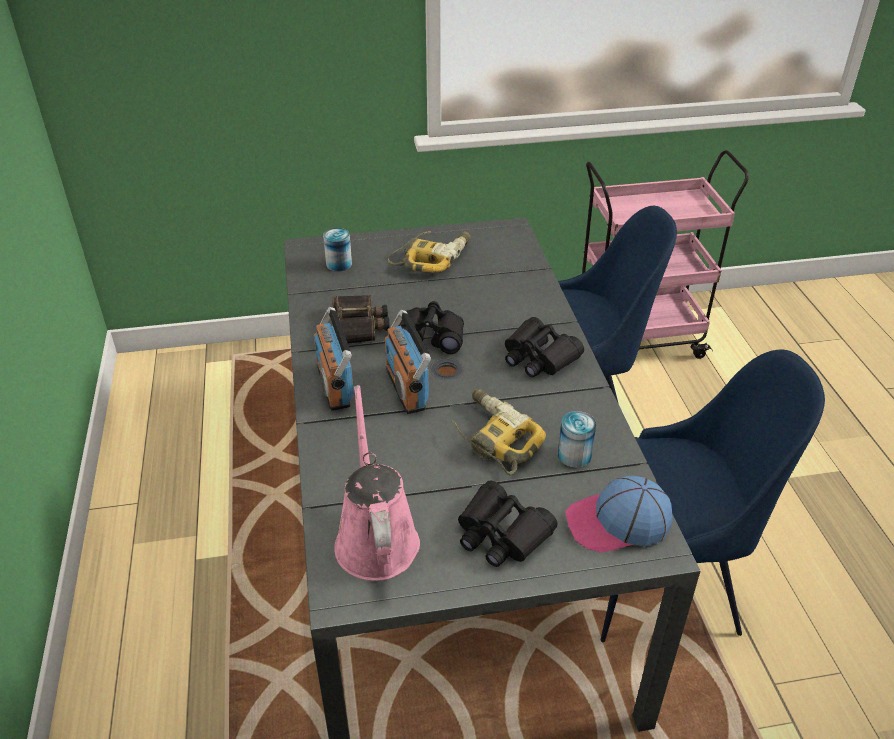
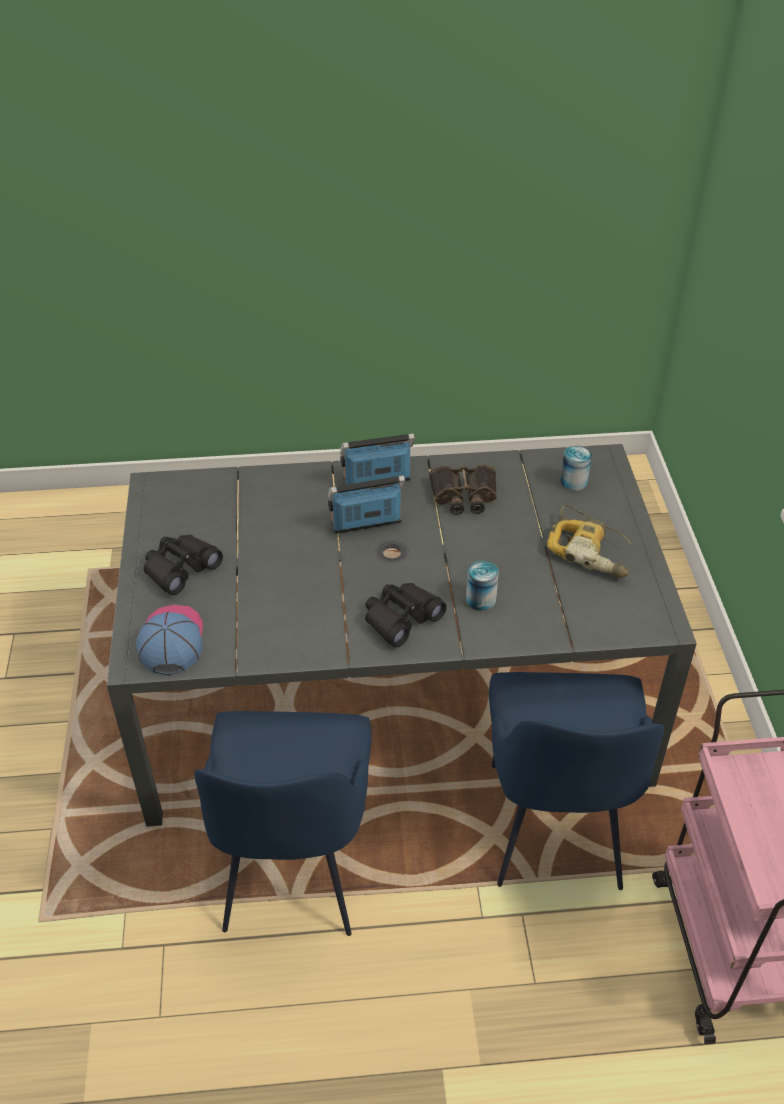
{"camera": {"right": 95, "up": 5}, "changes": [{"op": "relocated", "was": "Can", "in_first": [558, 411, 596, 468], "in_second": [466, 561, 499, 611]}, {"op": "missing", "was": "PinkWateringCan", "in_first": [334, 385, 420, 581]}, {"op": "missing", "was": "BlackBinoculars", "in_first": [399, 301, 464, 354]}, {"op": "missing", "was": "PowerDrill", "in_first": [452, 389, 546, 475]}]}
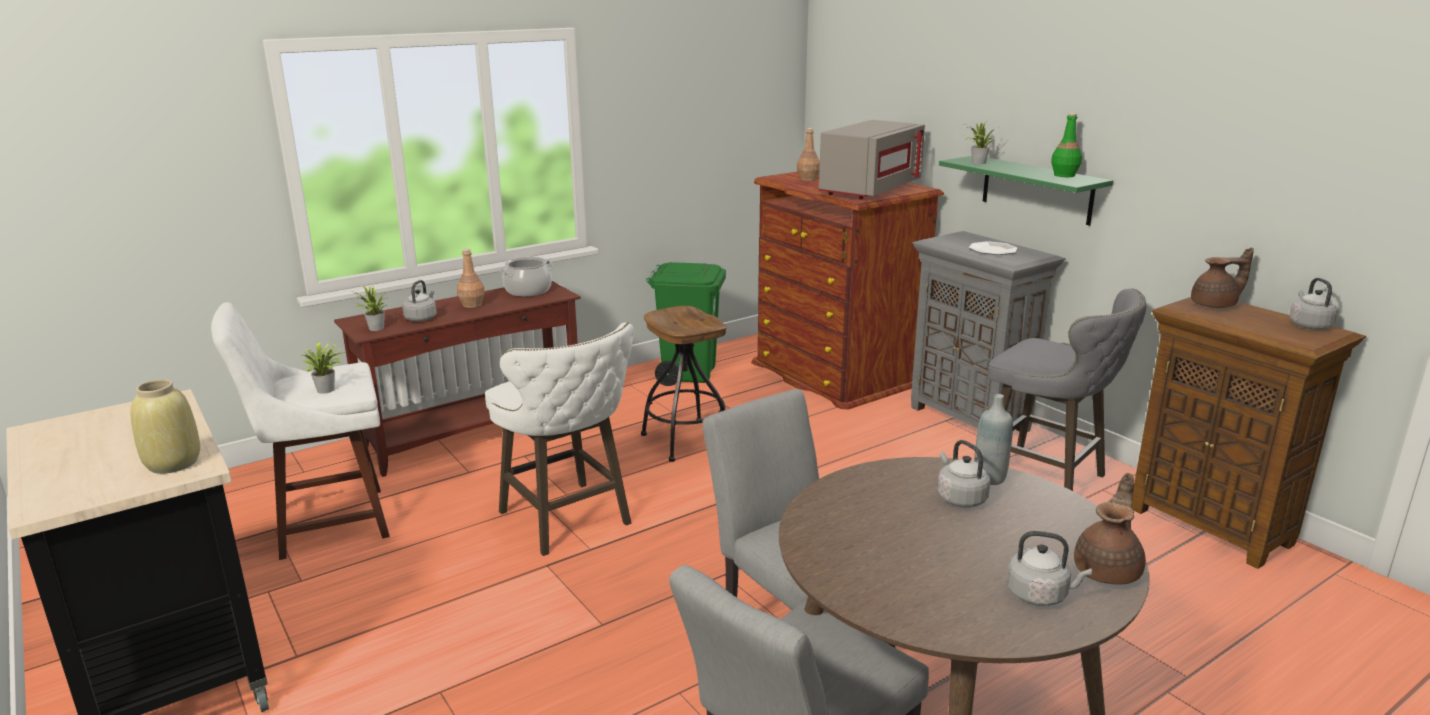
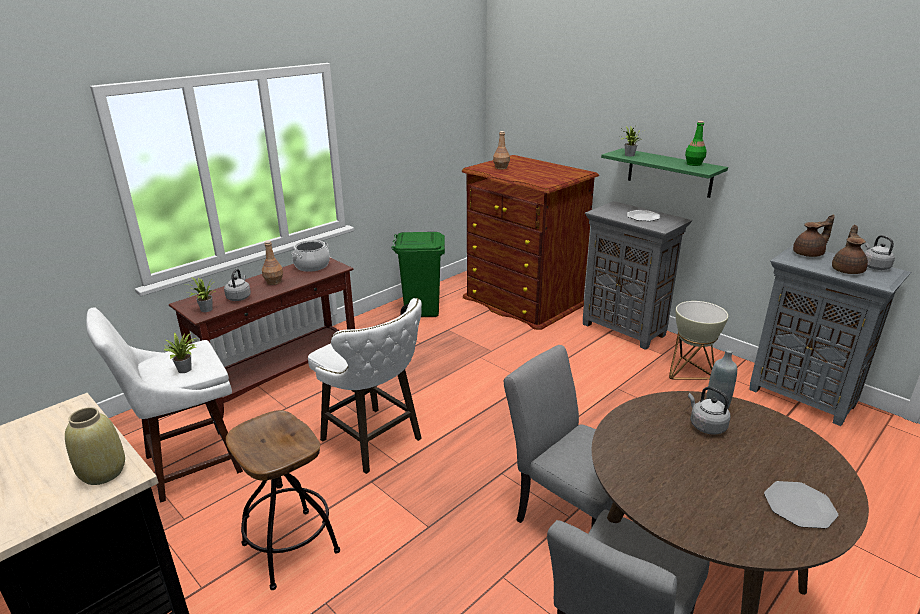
{"camera": {"right": -10, "up": 5}, "changes": [{"op": "relocated", "was": "BrownStool", "in_first": [641, 306, 727, 462], "in_second": [226, 410, 340, 590]}, {"op": "exchanged", "was": "GreyStool", "now": "Planter", "in_first": [988, 289, 1146, 491], "in_second": [669, 301, 728, 380]}, {"op": "colour", "was": "BrownCabinet", "now": "GreyCabinet", "in_first": [1132, 297, 1366, 569], "in_second": [749, 244, 911, 426]}, {"op": "exchanged", "was": "GreyKettle", "now": "Plate", "in_first": [1006, 531, 1092, 606], "in_second": [764, 481, 838, 529]}, {"op": "relocated", "was": "BrownTeapot", "in_first": [1074, 473, 1146, 585], "in_second": [832, 225, 868, 274]}, {"op": "missing", "was": "GreyMicrowave", "in_first": [819, 120, 925, 200]}]}
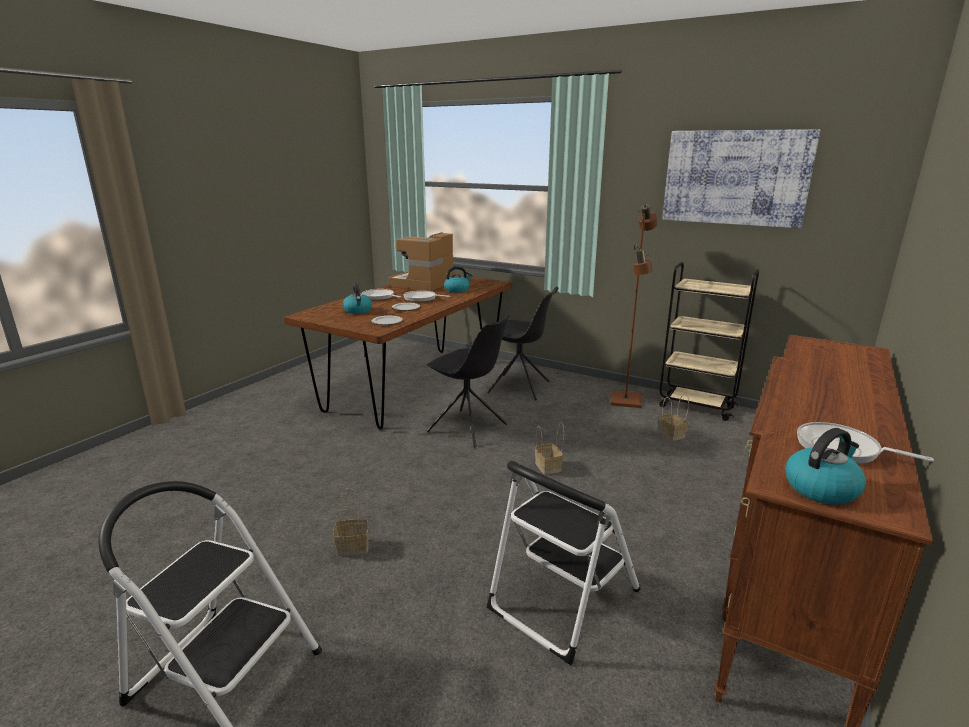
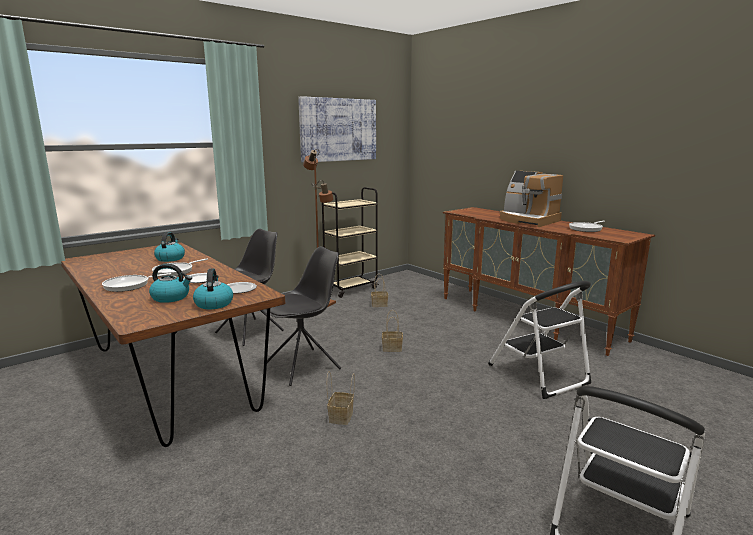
{"camera": {"right": -70, "up": -5}, "changes": [{"op": "relocated", "was": "Kettle", "in_first": [785, 428, 866, 505], "in_second": [193, 268, 233, 309]}, {"op": "relocated", "was": "Basket", "in_first": [333, 488, 369, 556], "in_second": [327, 371, 355, 425]}, {"op": "relocated", "was": "CoffeeMachine", "in_first": [387, 232, 456, 291], "in_second": [499, 171, 563, 227]}]}
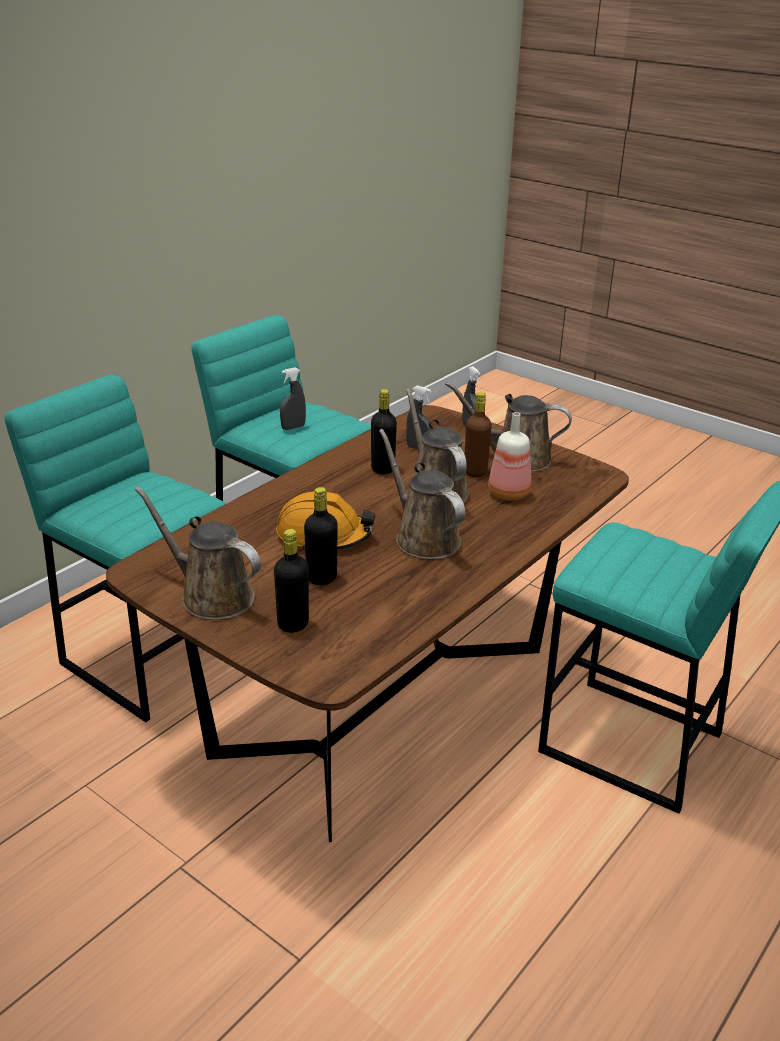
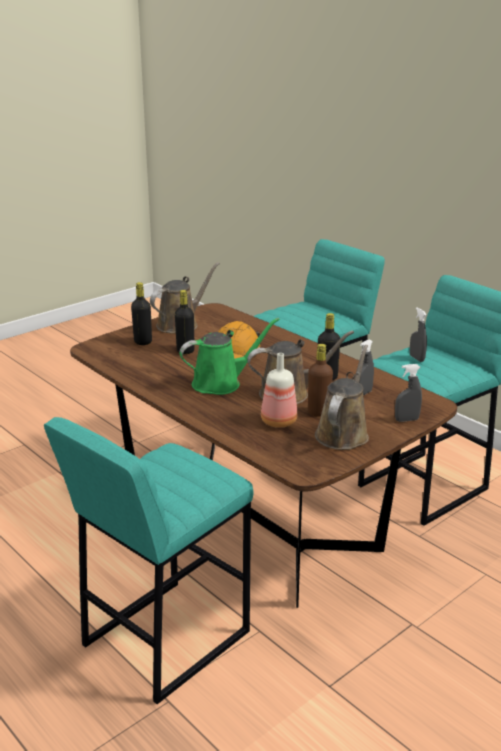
{"camera": {"right": 100, "up": -5}, "changes": [{"op": "colour", "was": "BrownWateringCan", "now": "GreenWateringCan", "in_first": [379, 429, 465, 559], "in_second": [180, 318, 280, 395]}]}
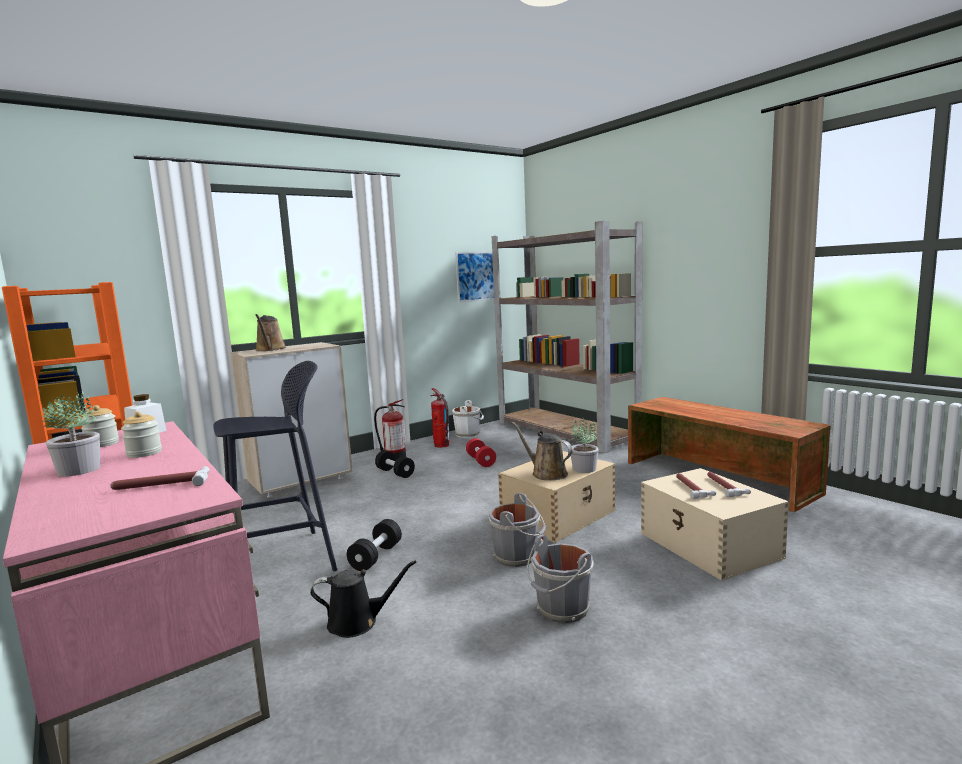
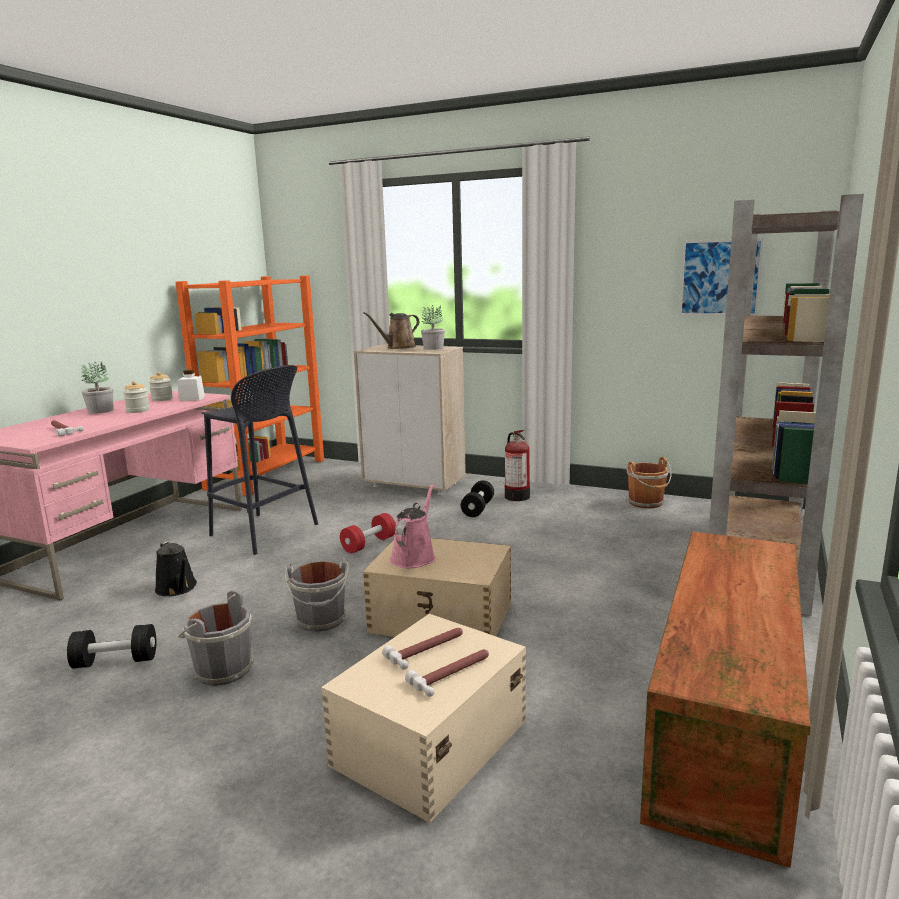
{"camera": {"right": 60, "up": 5}, "changes": [{"op": "relocated", "was": "BlackDumbbell", "in_first": [347, 519, 402, 571], "in_second": [67, 624, 156, 669]}, {"op": "relocated", "was": "RedDumbbell", "in_first": [466, 438, 496, 467], "in_second": [340, 513, 396, 553]}, {"op": "colour", "was": "BrownWateringCan", "now": "PinkWateringCan", "in_first": [512, 422, 573, 480], "in_second": [390, 483, 436, 568]}, {"op": "relocated", "was": "PottedPlant", "in_first": [571, 418, 599, 473], "in_second": [421, 305, 445, 350]}, {"op": "colour", "was": "WhiteBucket", "now": "BrownBucket", "in_first": [452, 400, 484, 438], "in_second": [627, 457, 671, 508]}, {"op": "missing", "was": "FireExtinguisher", "in_first": [431, 388, 449, 448]}]}
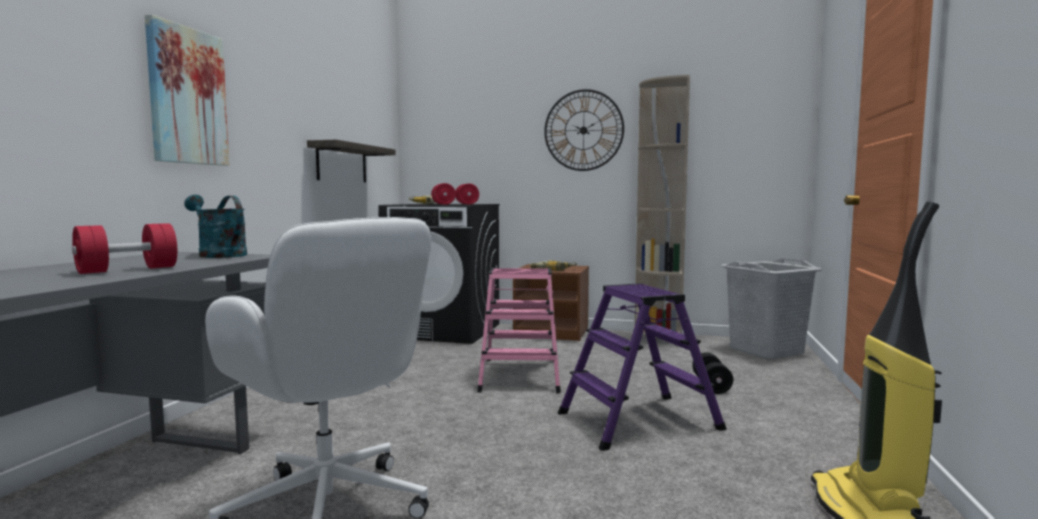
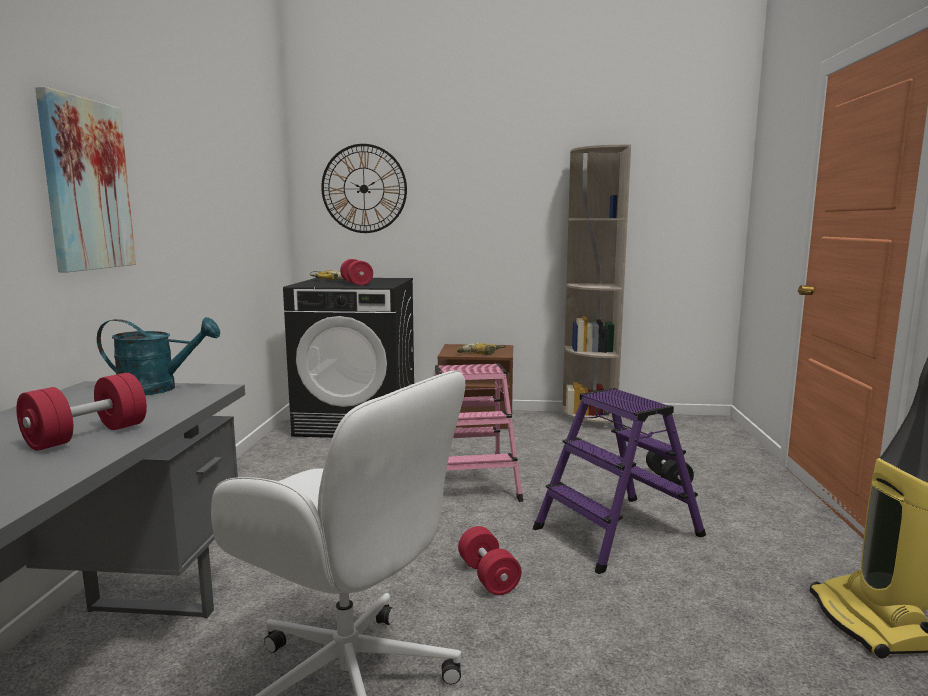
{"camera": {"right": -10, "up": 5}, "changes": [{"op": "spun", "was": "TurquoiseWateringCan", "in_first": [184, 194, 247, 258], "in_second": [97, 317, 220, 395], "clockwise": 150}, {"op": "relocated", "was": "WallClock", "in_first": [544, 89, 624, 171], "in_second": [321, 144, 407, 233]}, {"op": "relocated", "was": "RedDumbbell", "in_first": [455, 184, 479, 205], "in_second": [458, 526, 521, 595]}, {"op": "missing", "was": "Shelf", "in_first": [307, 140, 396, 182]}, {"op": "missing", "was": "GreyLaundryBasket", "in_first": [721, 258, 822, 360]}]}
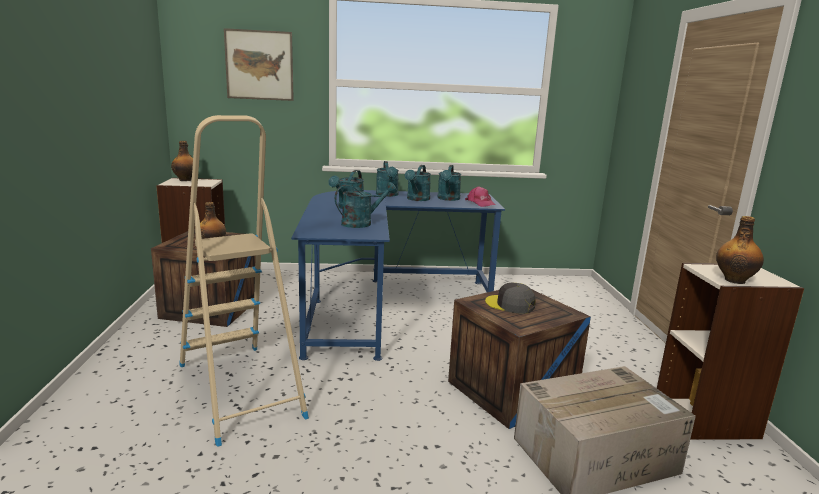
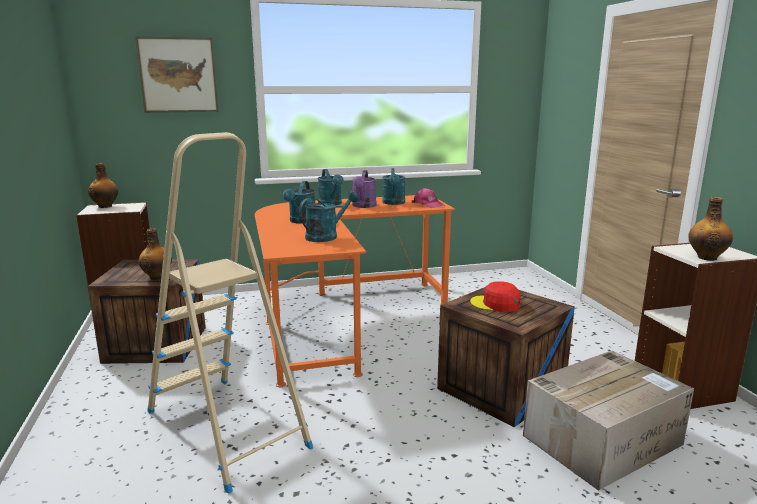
{"camera": {"right": -10, "up": 0}, "changes": [{"op": "colour", "was": "BlueDesk", "now": "OrangeDesk", "in_first": [291, 190, 505, 361], "in_second": [255, 195, 455, 387]}, {"op": "colour", "was": "TurquoiseWateringCan", "now": "PurpleWateringCan", "in_first": [405, 165, 431, 201], "in_second": [352, 170, 377, 208]}, {"op": "colour", "was": "GreyCap", "now": "RedCap", "in_first": [485, 282, 536, 314], "in_second": [470, 281, 521, 312]}]}
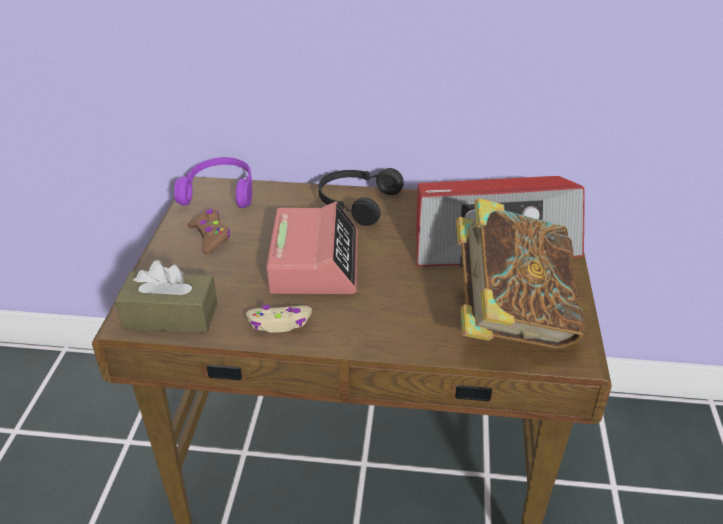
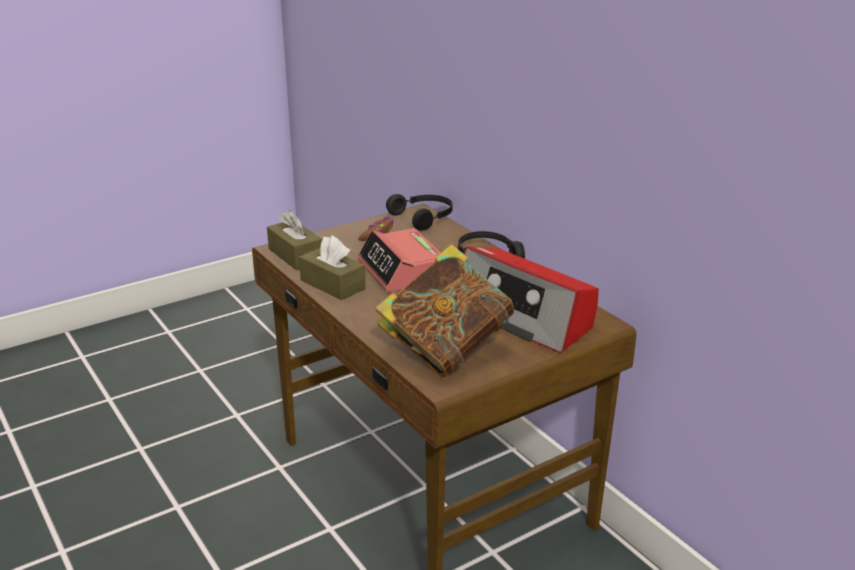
{"camera": {"right": 50, "up": -10}, "changes": [{"op": "exchanged", "was": "BeigeGameController", "now": "BrownTissueBox", "in_first": [246, 305, 312, 333], "in_second": [299, 236, 366, 300]}, {"op": "spun", "was": "AlarmClock", "in_first": [266, 201, 358, 294], "in_second": [357, 228, 441, 292], "clockwise": 105}, {"op": "colour", "was": "PurpleHeadphones", "now": "BlackHeadphones", "in_first": [174, 157, 252, 208], "in_second": [386, 194, 453, 231]}]}
